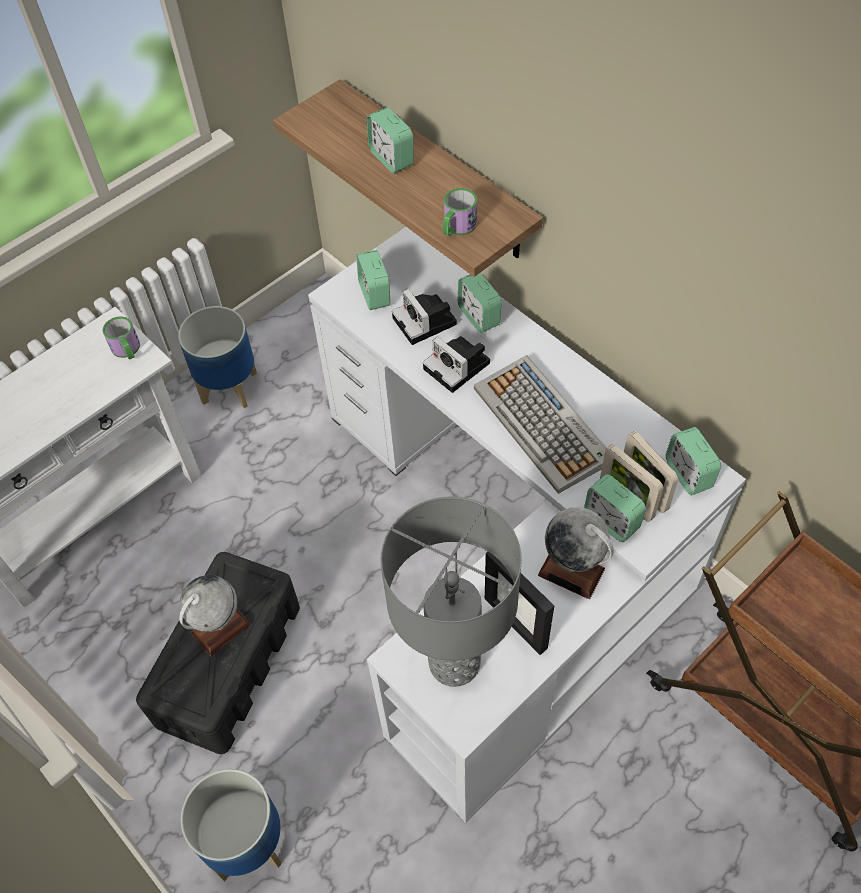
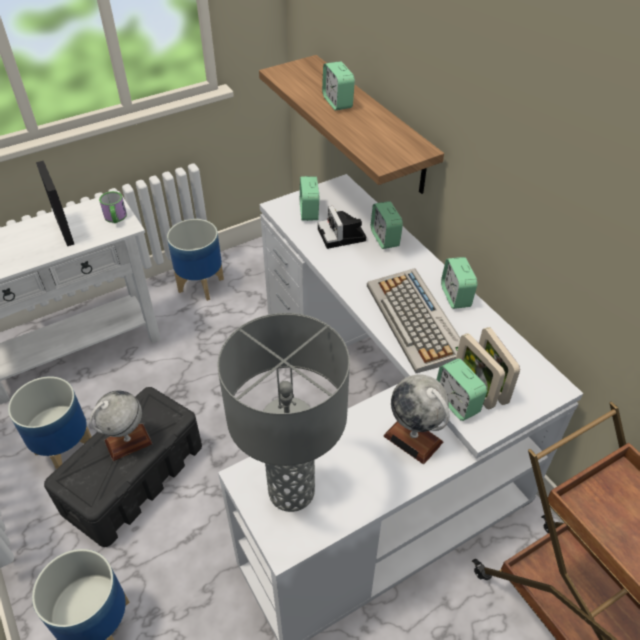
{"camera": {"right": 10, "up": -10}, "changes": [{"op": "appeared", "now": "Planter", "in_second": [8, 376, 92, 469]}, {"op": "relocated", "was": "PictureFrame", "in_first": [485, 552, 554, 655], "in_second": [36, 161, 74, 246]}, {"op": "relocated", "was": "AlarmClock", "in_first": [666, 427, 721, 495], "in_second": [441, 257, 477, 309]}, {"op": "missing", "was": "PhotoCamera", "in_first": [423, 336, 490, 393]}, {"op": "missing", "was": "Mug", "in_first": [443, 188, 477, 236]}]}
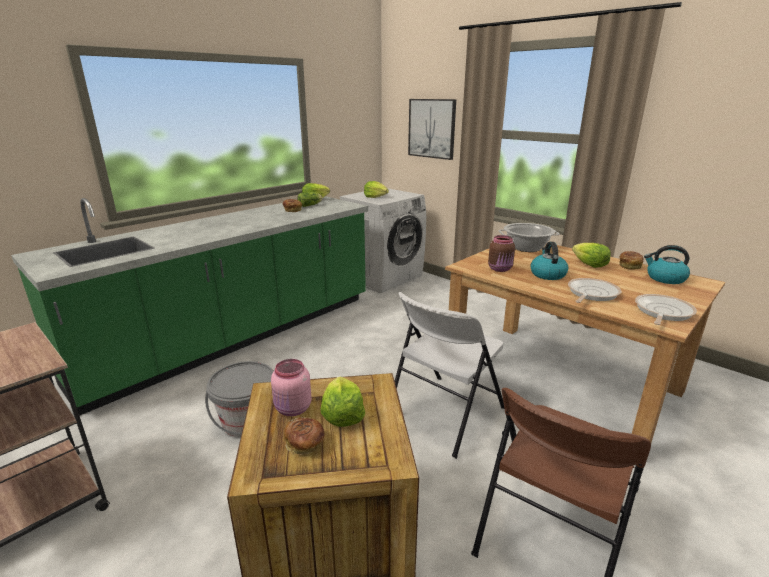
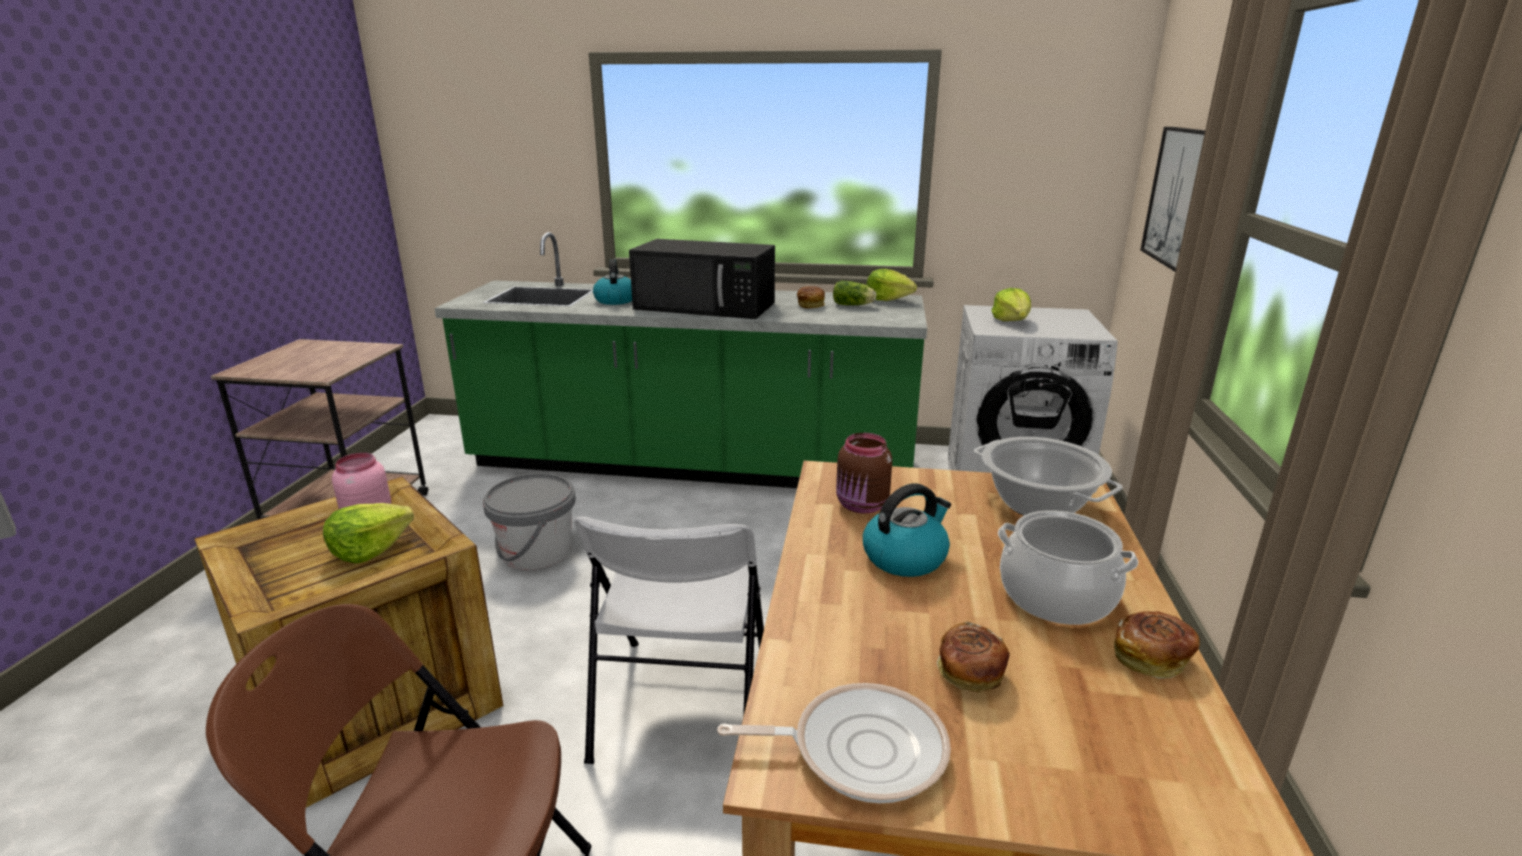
{"camera": {"right": 55, "up": 0}, "changes": [{"op": "spun", "was": "WhiteChair", "in_first": [395, 292, 504, 459], "in_second": [574, 517, 764, 764], "clockwise": -90}, {"op": "relocated", "was": "Kettle", "in_first": [644, 245, 690, 284], "in_second": [593, 259, 632, 305]}, {"op": "appeared", "now": "BlackMicrowave", "in_second": [629, 239, 775, 319]}, {"op": "relocated", "was": "Bread", "in_first": [284, 417, 324, 455], "in_second": [937, 622, 1010, 692]}, {"op": "exchanged", "was": "Lettuce", "now": "CookingPot", "in_first": [572, 243, 611, 268], "in_second": [998, 510, 1138, 625]}, {"op": "missing", "was": "FryingPan", "in_first": [568, 278, 621, 303]}]}
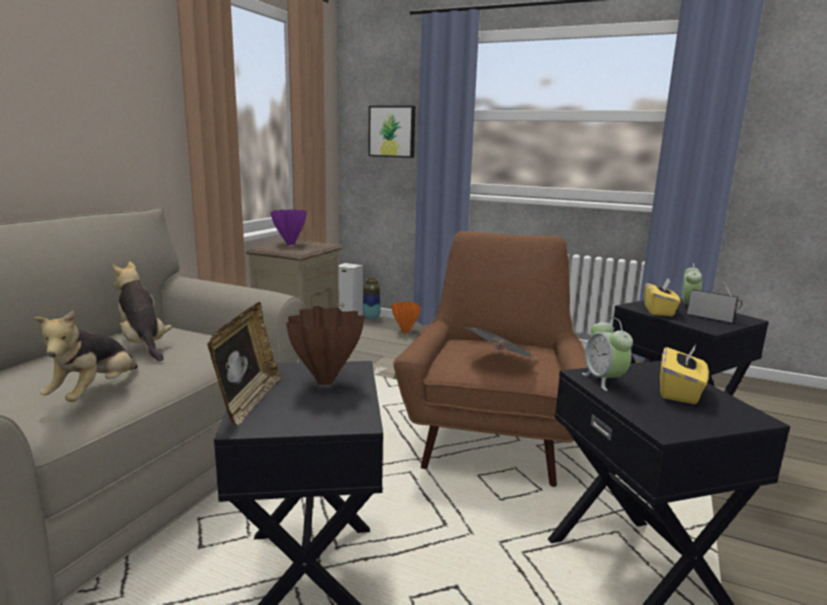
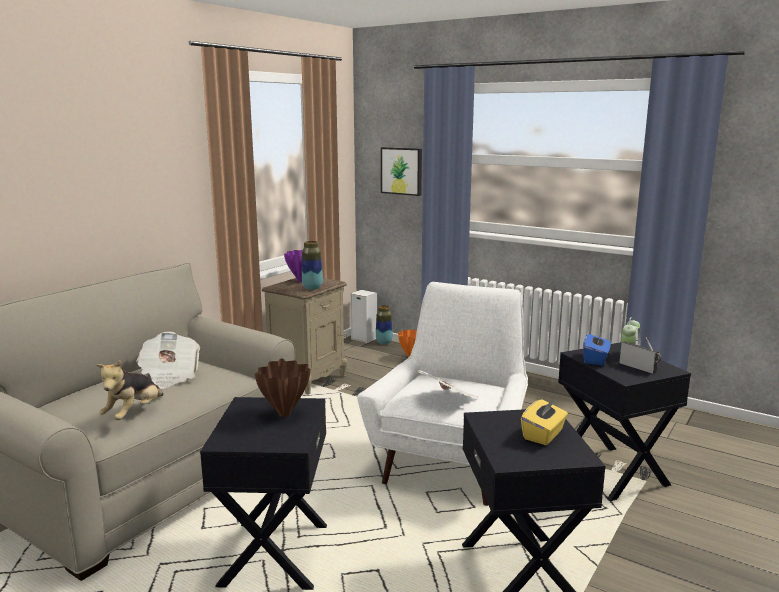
{"camera": {"right": 10, "up": 0}, "changes": [{"op": "exchanged", "was": "PlushToy", "now": "Newspaper", "in_first": [112, 262, 172, 361], "in_second": [137, 332, 200, 389]}, {"op": "appeared", "now": "Vase", "in_second": [302, 241, 323, 290]}, {"op": "colour", "was": "BrownArmchair", "now": "WhiteArmchair", "in_first": [393, 231, 588, 487], "in_second": [357, 282, 528, 506]}, {"op": "colour", "was": "YellowTissueBox", "now": "BlueTissueBox", "in_first": [644, 278, 681, 316], "in_second": [583, 332, 611, 366]}, {"op": "missing", "was": "PictureFrame", "in_first": [207, 302, 281, 426]}, {"op": "missing", "was": "AlarmClock", "in_first": [582, 317, 633, 391]}]}
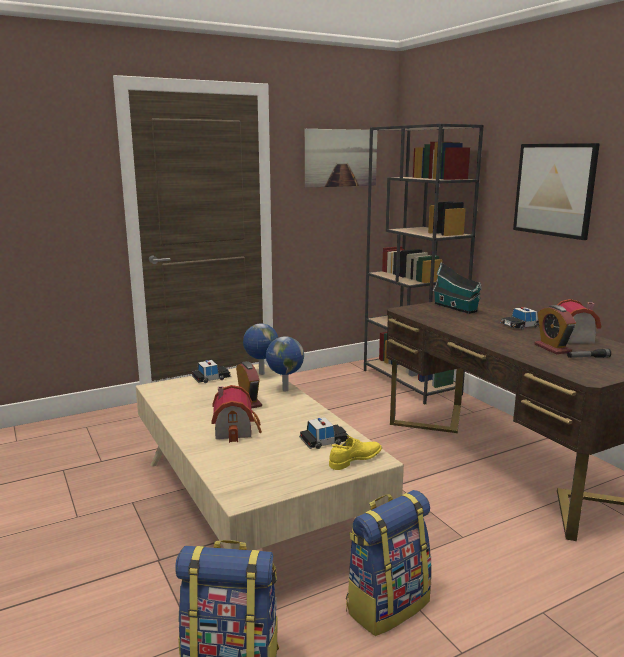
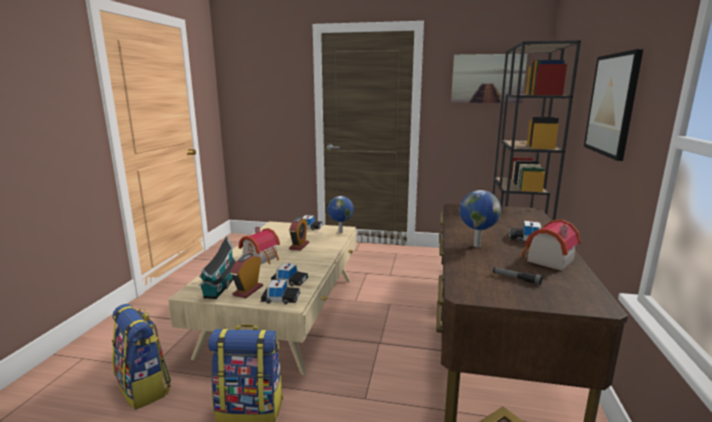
{"camera": {"right": 40, "up": 0}, "changes": [{"op": "relocated", "was": "ToyHouse", "in_first": [433, 262, 482, 314], "in_second": [199, 236, 237, 299]}, {"op": "relocated", "was": "AlarmClock", "in_first": [534, 305, 576, 354], "in_second": [230, 254, 263, 298]}, {"op": "exchanged", "was": "YellowShoe", "now": "ToyCar", "in_first": [329, 435, 382, 470], "in_second": [260, 279, 300, 305]}, {"op": "relocated", "was": "Globe", "in_first": [266, 336, 304, 391], "in_second": [460, 190, 501, 247]}]}
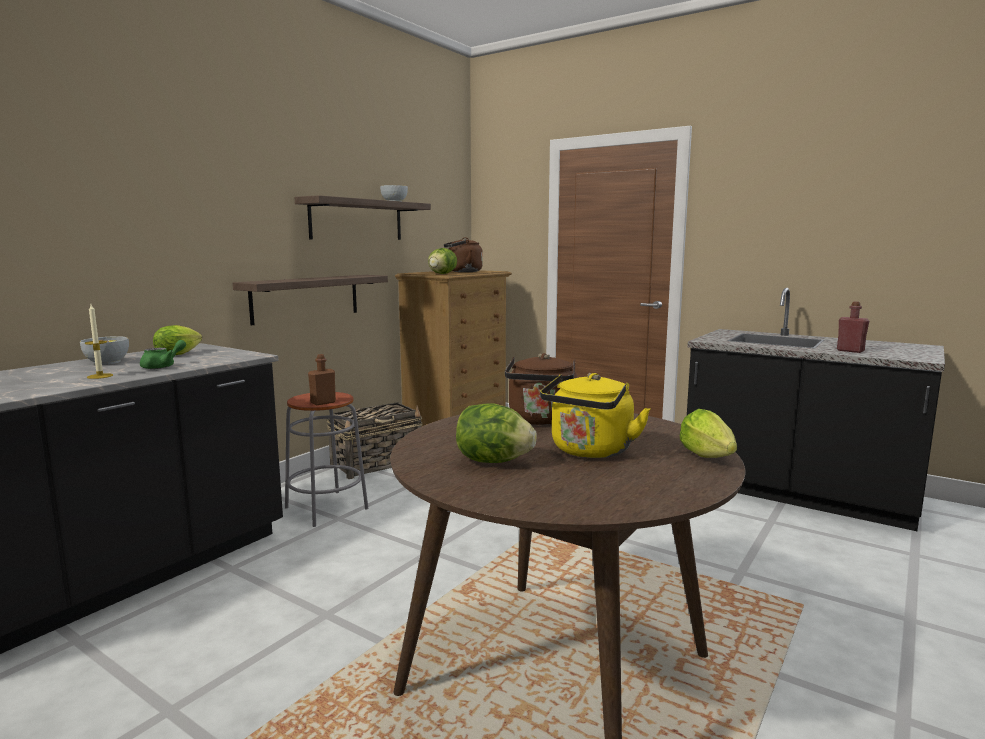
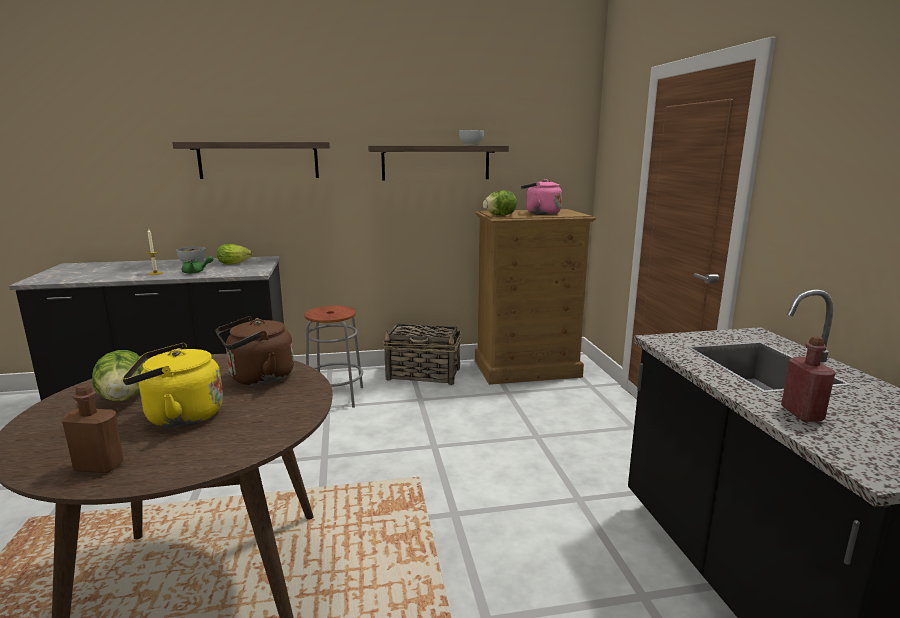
{"camera": {"right": 45, "up": 5}, "changes": [{"op": "relocated", "was": "BrownBottle", "in_first": [308, 354, 336, 405], "in_second": [62, 384, 124, 473]}, {"op": "relocated", "was": "Shelf", "in_first": [233, 275, 388, 326], "in_second": [172, 142, 330, 179]}, {"op": "colour", "was": "BrownKettle", "now": "PinkKettle", "in_first": [444, 237, 483, 272], "in_second": [521, 179, 562, 215]}, {"op": "missing", "was": "Lettuce", "in_first": [680, 409, 737, 458]}]}
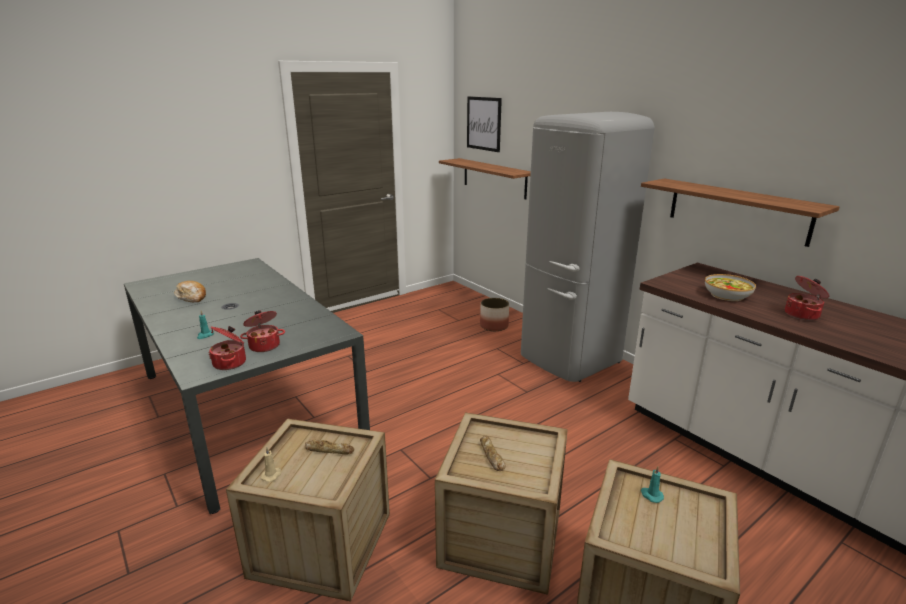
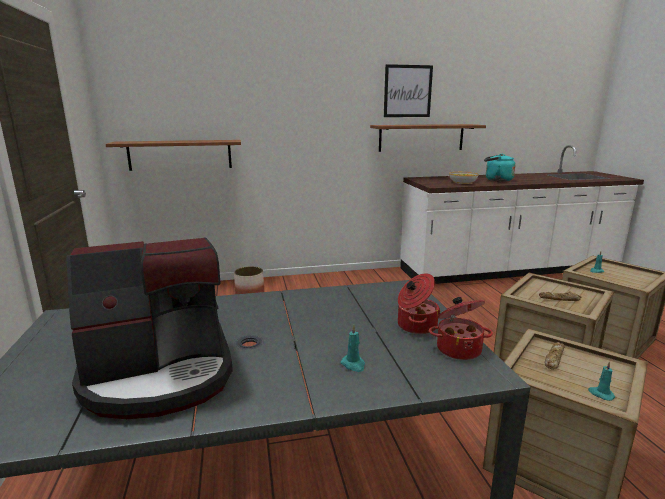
{"camera": {"right": -65, "up": -5}, "changes": [{"op": "exchanged", "was": "Bread", "now": "CoffeeMachine", "in_first": [174, 281, 206, 303], "in_second": [66, 237, 233, 419]}, {"op": "relocated", "was": "Picture", "in_first": [467, 96, 502, 152], "in_second": [384, 64, 433, 117]}, {"op": "exchanged", "was": "CookingPot", "now": "TurquoiseKettle", "in_first": [785, 276, 829, 321], "in_second": [484, 154, 516, 182]}, {"op": "colour", "was": "BeigeCandle", "now": "TurquoiseCandle", "in_first": [261, 448, 281, 482], "in_second": [588, 361, 615, 401]}, {"op": "missing", "was": "GreyFridge", "in_first": [521, 112, 655, 382]}]}
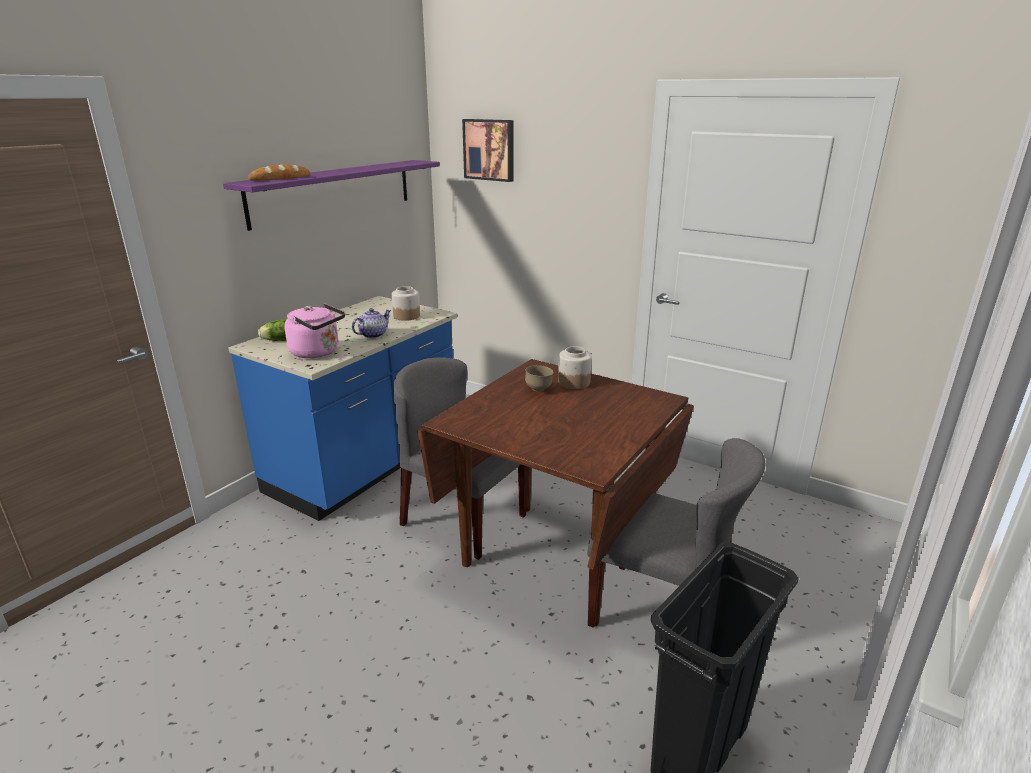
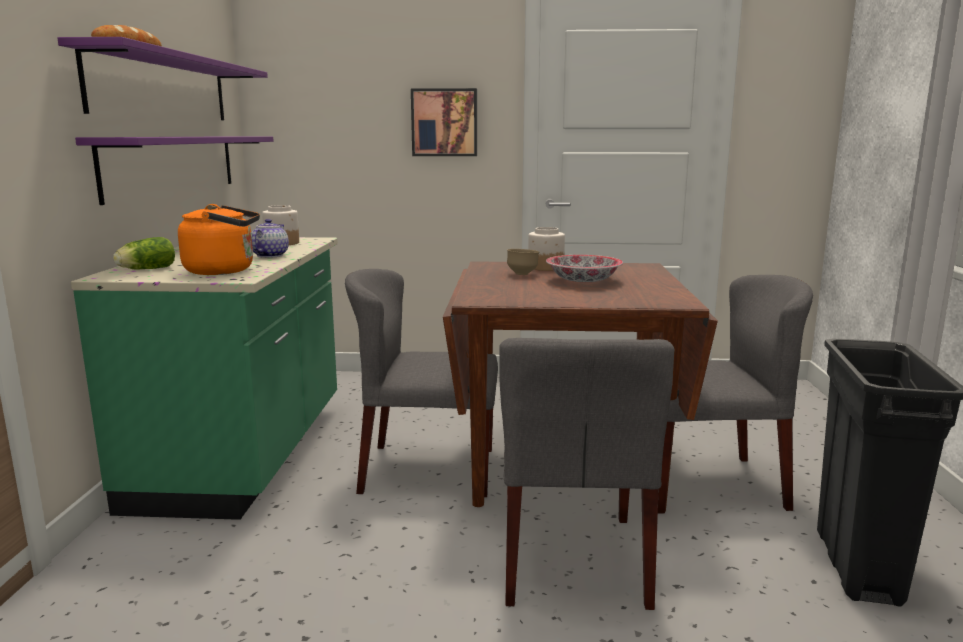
{"camera": {"right": -30, "up": -10}, "changes": [{"op": "colour", "was": "BlueCounter", "now": "GreenCounter", "in_first": [228, 296, 457, 521], "in_second": [71, 237, 338, 520]}, {"op": "appeared", "now": "PurpleShelf", "in_second": [75, 136, 274, 205]}, {"op": "colour", "was": "PinkKettle", "now": "OrangeKettle", "in_first": [284, 303, 345, 358], "in_second": [178, 204, 260, 275]}, {"op": "relocated", "was": "Picture", "in_first": [462, 119, 514, 182], "in_second": [411, 88, 477, 156]}, {"op": "appeared", "now": "GreyChair", "in_second": [499, 338, 674, 610]}, {"op": "appeared", "now": "Bowl", "in_second": [546, 255, 623, 282]}]}
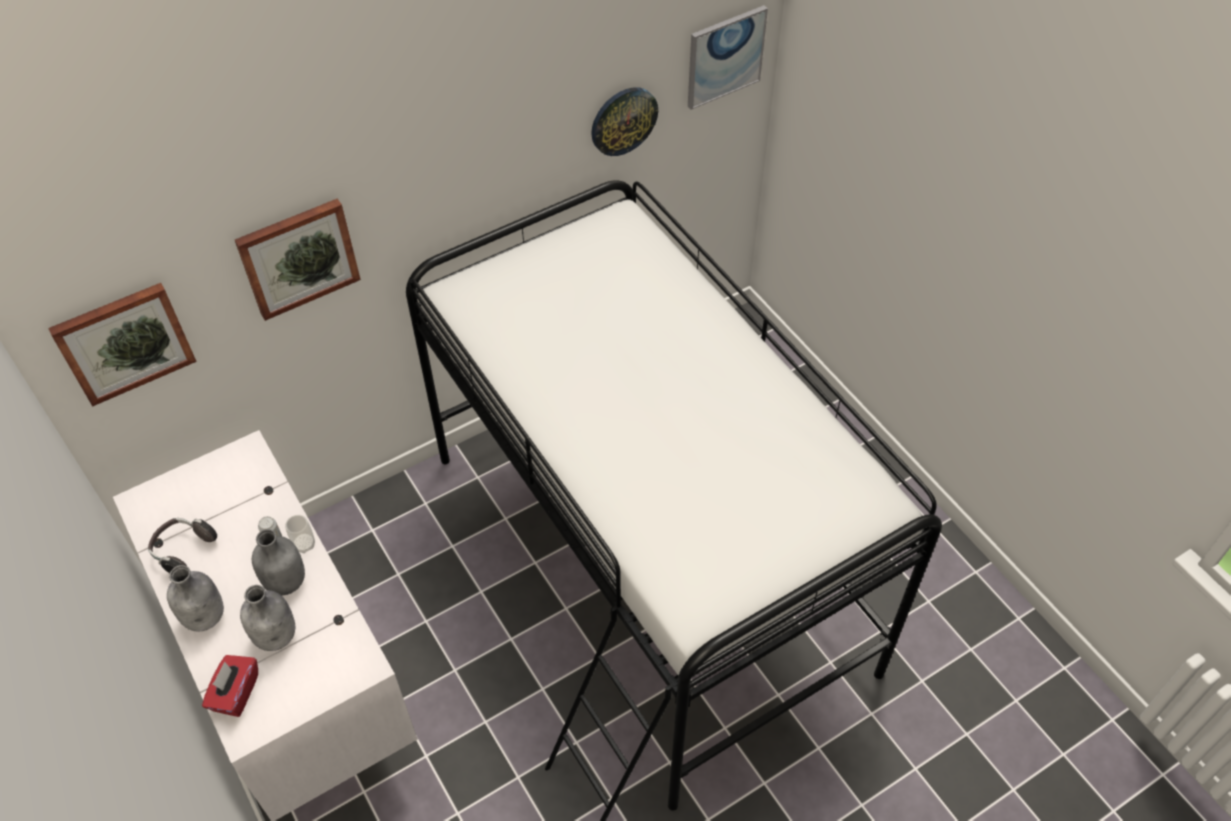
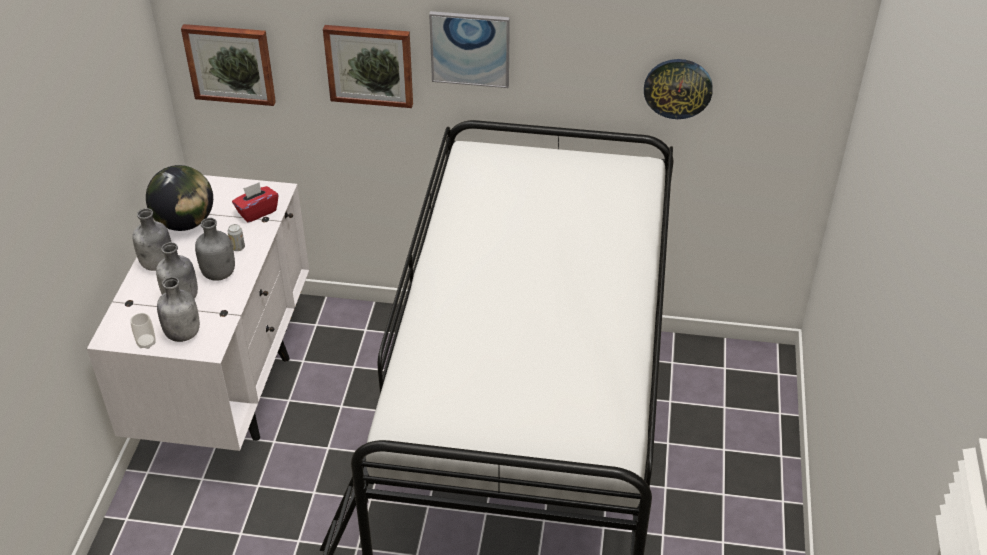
{"camera": {"right": 40, "up": -10}, "changes": [{"op": "relocated", "was": "Cup", "in_first": [285, 515, 315, 553], "in_second": [130, 313, 156, 349]}, {"op": "exchanged", "was": "Headphones", "now": "Globe", "in_first": [148, 518, 217, 573], "in_second": [146, 165, 213, 231]}, {"op": "appeared", "now": "GreyBottle", "in_second": [157, 277, 200, 342]}, {"op": "relocated", "was": "RedTissueBox", "in_first": [202, 655, 258, 717], "in_second": [232, 182, 278, 223]}, {"op": "relocated", "was": "Picture", "in_first": [688, 5, 768, 110], "in_second": [429, 11, 510, 88]}]}
